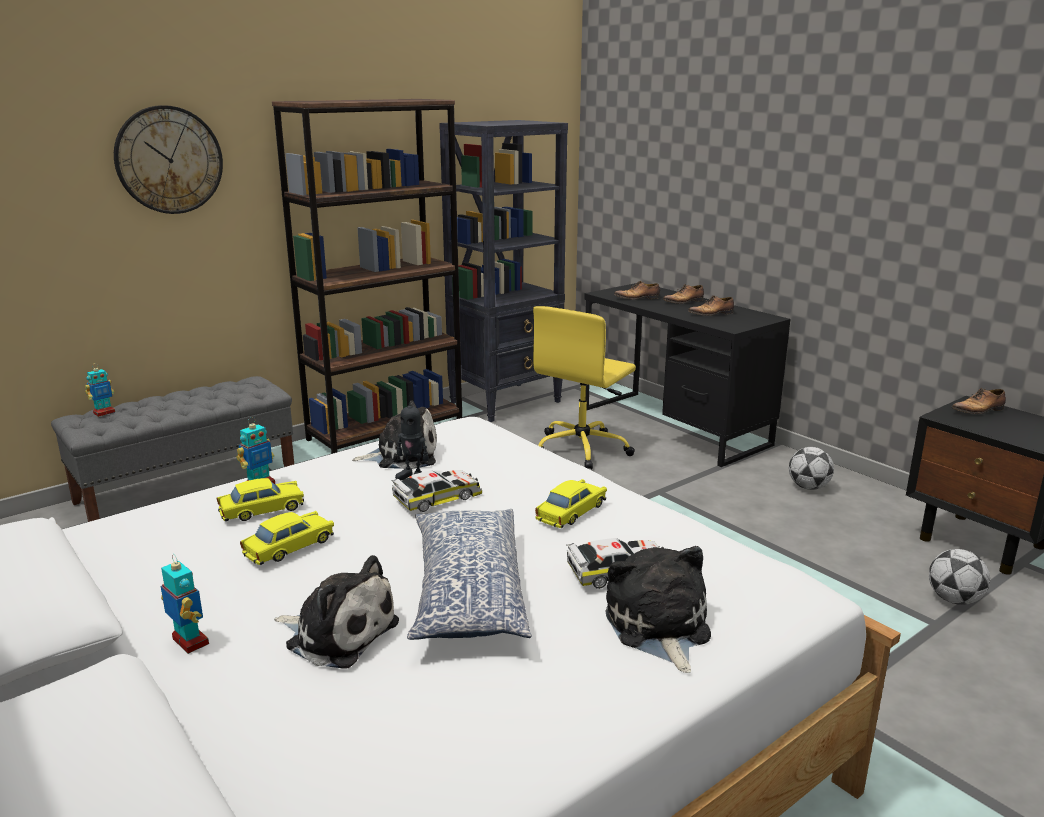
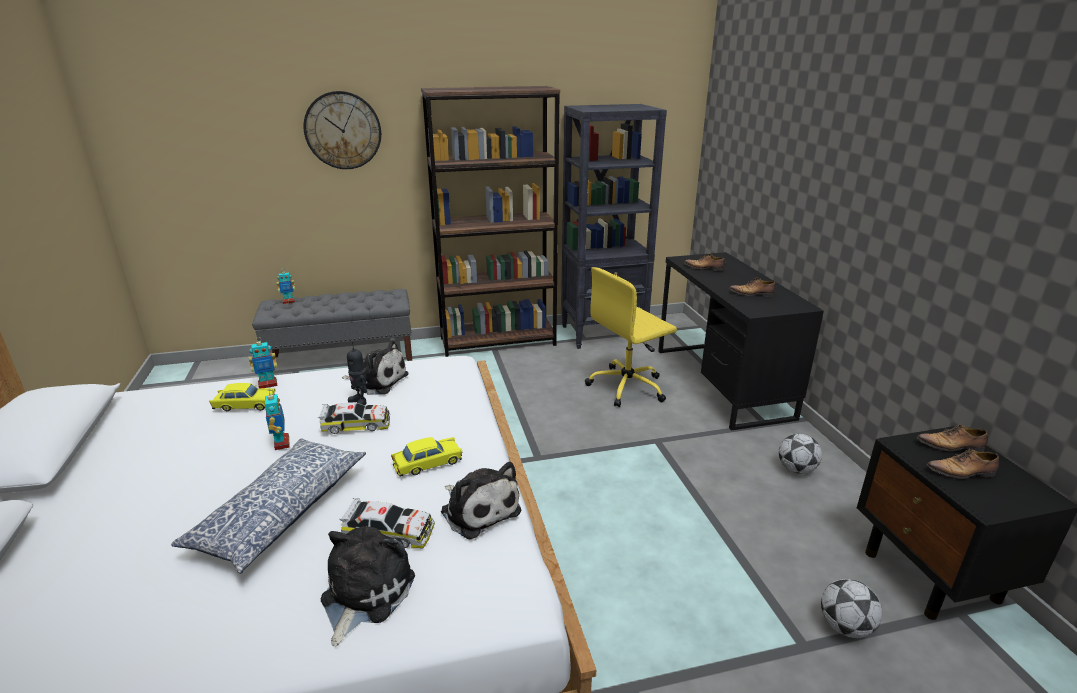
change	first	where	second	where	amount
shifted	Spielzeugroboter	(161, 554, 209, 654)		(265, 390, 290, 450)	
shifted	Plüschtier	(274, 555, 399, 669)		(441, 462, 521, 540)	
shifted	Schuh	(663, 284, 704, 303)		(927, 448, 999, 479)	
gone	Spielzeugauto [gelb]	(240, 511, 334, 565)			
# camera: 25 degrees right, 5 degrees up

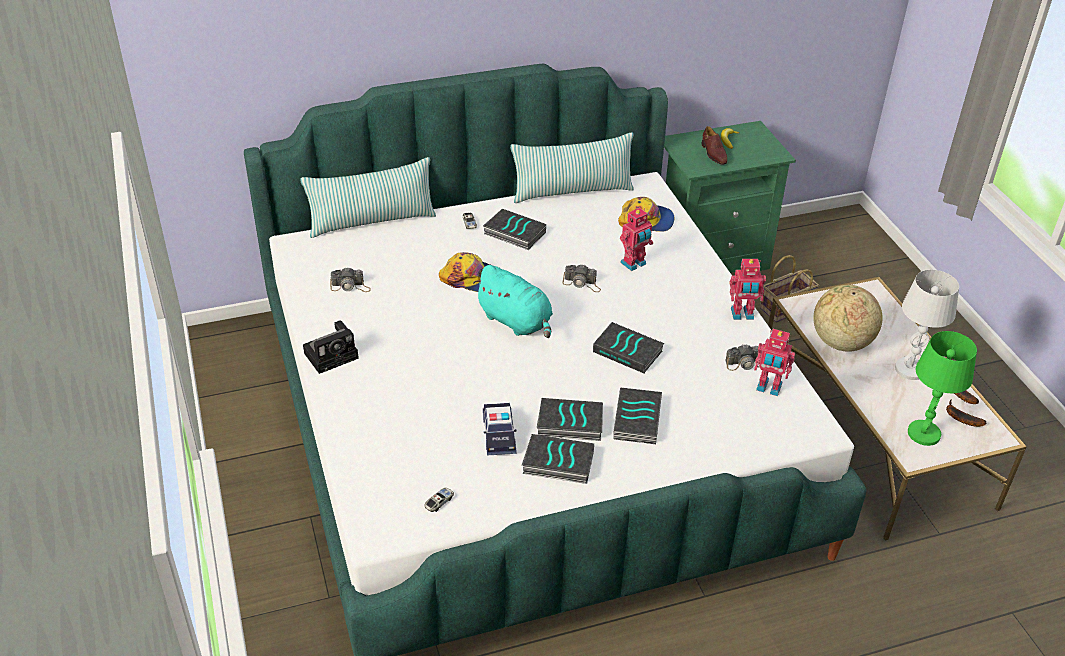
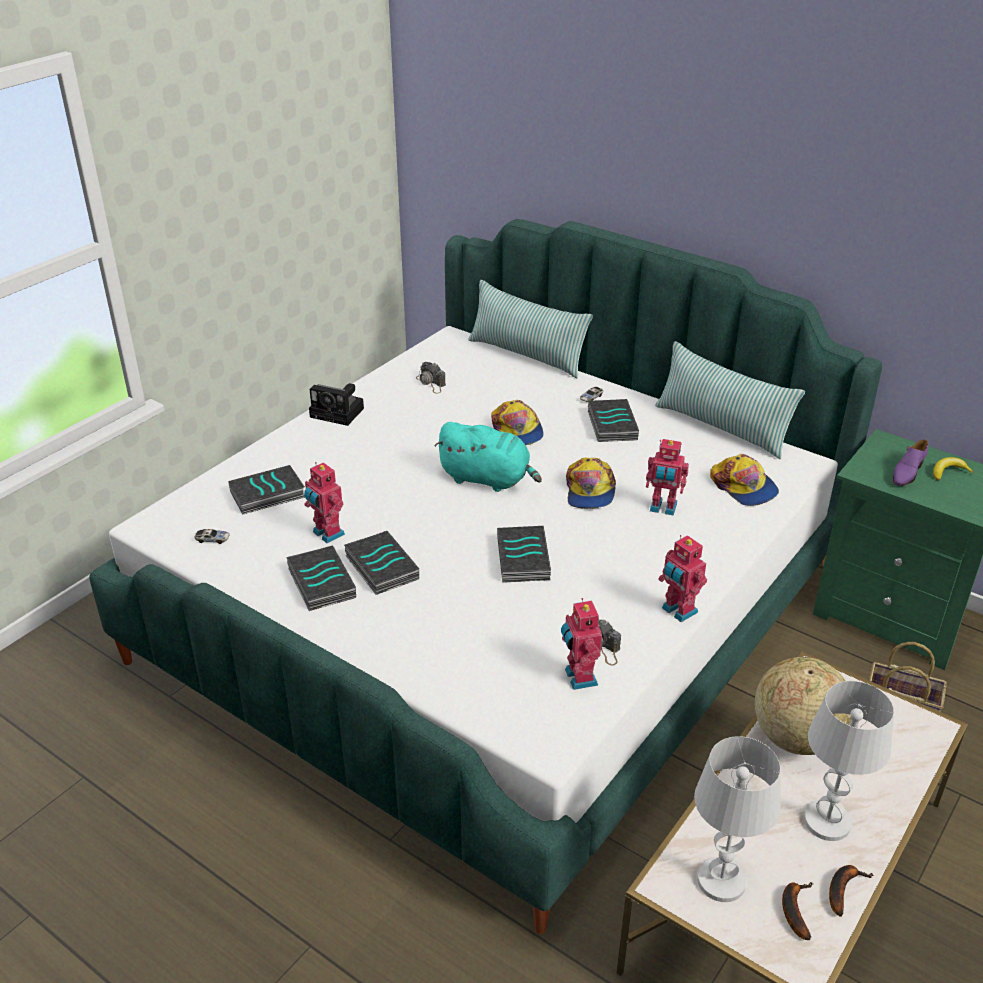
change	first	where	second	where	amount
shifted	Buch	(613, 388, 662, 444)		(228, 465, 305, 515)	
swapped	Spielzeugauto	(483, 403, 517, 456)	Spielzeugroboter	(304, 462, 345, 543)	
rotated	Plüschtier [türkis]	(473, 265, 553, 338)		(435, 422, 542, 492)	75 degrees counterclockwise
swapped	Kamera	(562, 264, 601, 292)	Kappe	(566, 458, 616, 508)	
repainted	Tischlampe [grün]	(908, 331, 977, 446)	Tischlampe [weiß]	(694, 736, 781, 902)	
repainted	Schuh [braun]	(702, 126, 727, 165)	Schuh [lila]	(893, 439, 928, 486)	
# camera: 55 degrees right, 5 degrees down

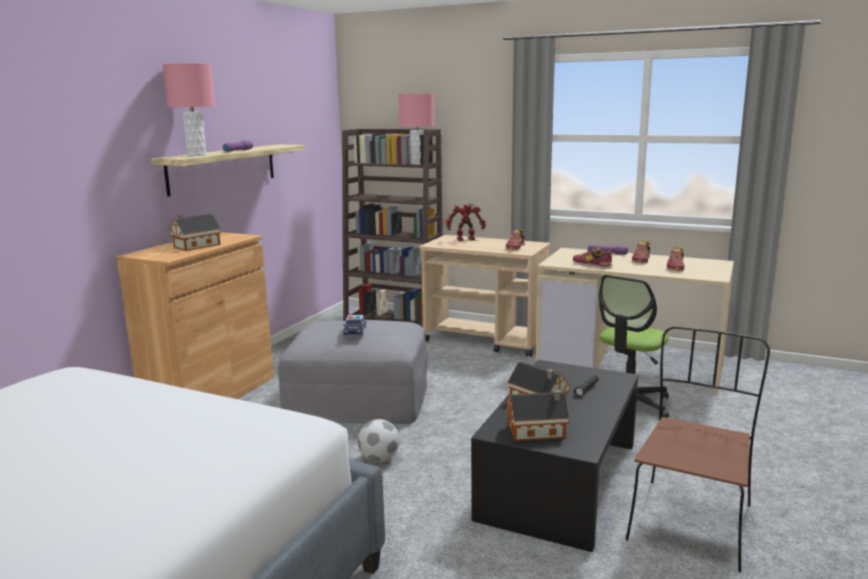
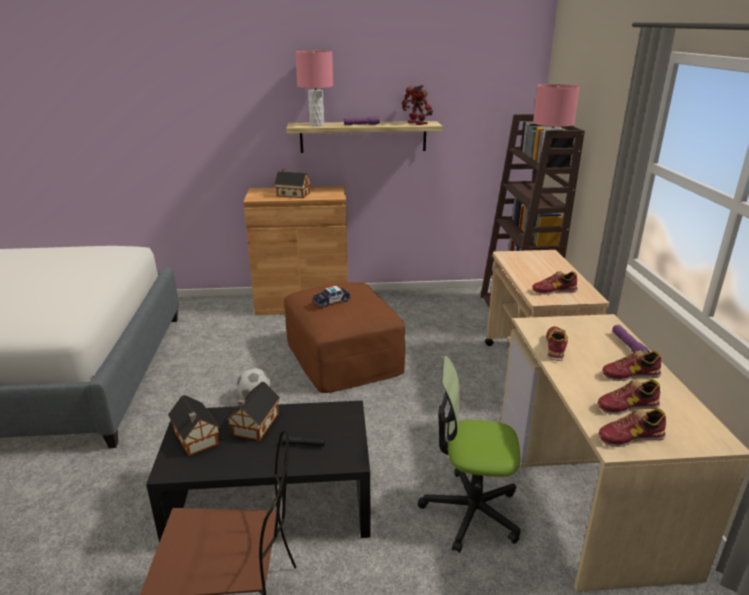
change	first	where	second	where	amount
repainted	Polsterhocker [grau]	(278, 320, 427, 424)	Polsterhocker [braun]	(284, 282, 405, 393)	
shifted	Spielzeugroboter	(445, 201, 486, 241)		(402, 84, 433, 125)	
new			Schuh	(598, 408, 666, 447)	
# camera: 60 degrees right, 10 degrees up

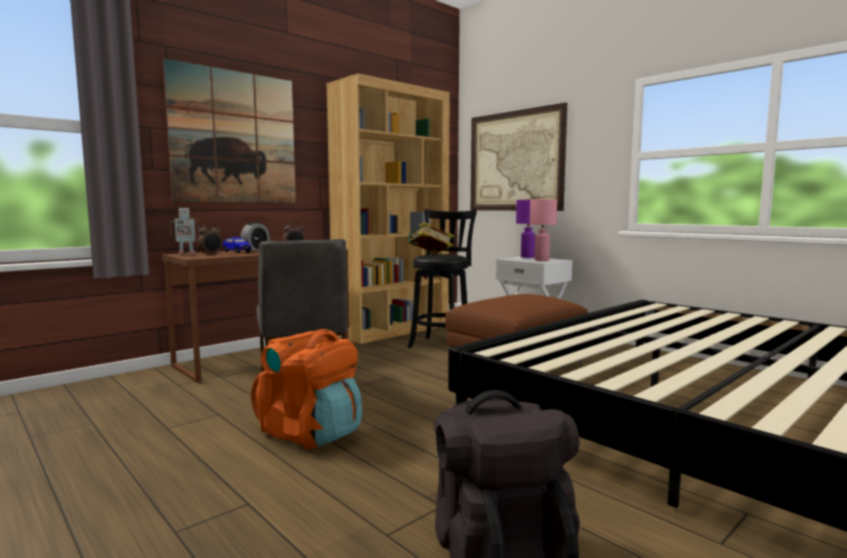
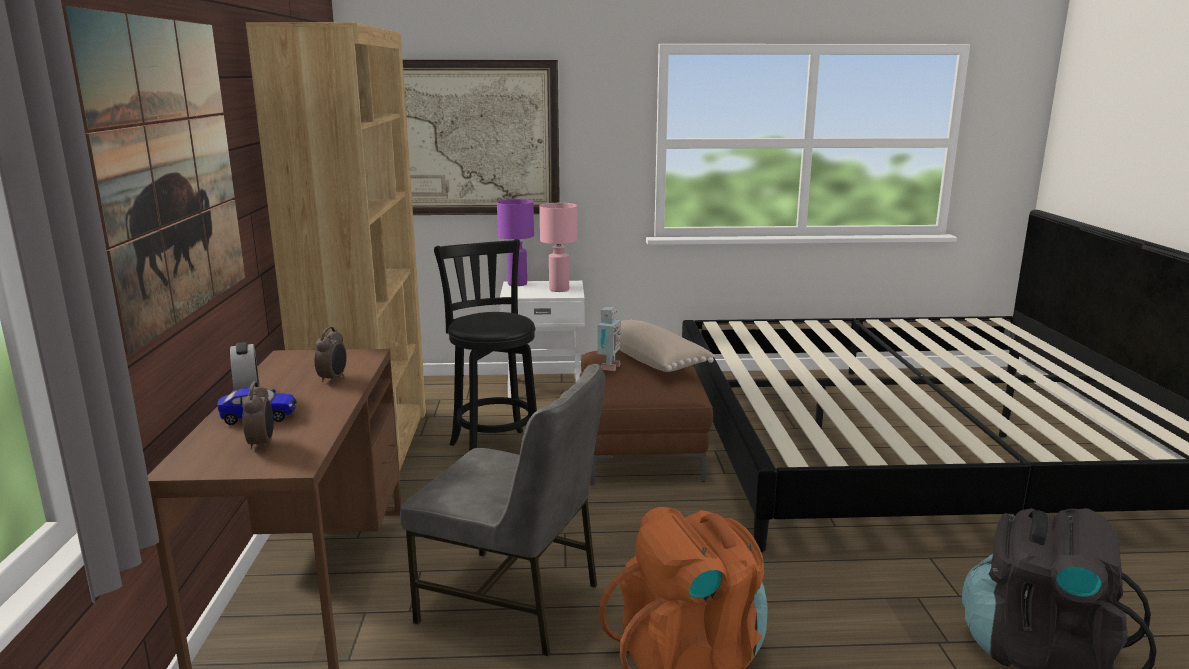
change	first	where	second	where	amount
shifted	Spielzeugroboter	(170, 208, 199, 255)		(598, 307, 622, 371)	
new			Kissen [beige]	(620, 320, 715, 372)	
gone	Buch	(406, 222, 454, 254)			
# camera: 50 degrees left, 10 degrees up

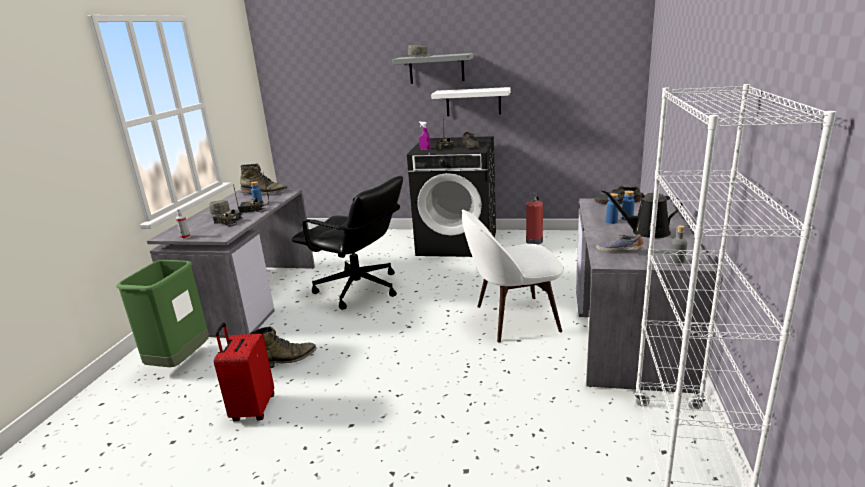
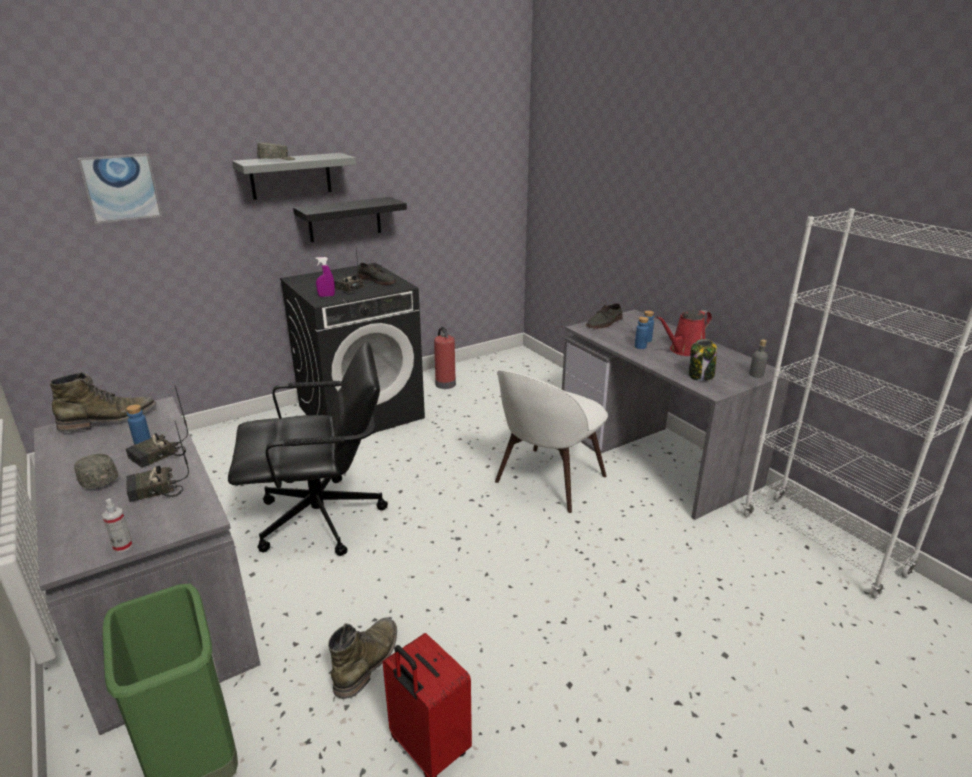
change	first	where	second	where	amount
new			Bild	(78, 154, 162, 224)	
repainted	Wandregal [weiß]	(431, 87, 511, 116)	Wandregal [schwarz]	(293, 197, 407, 243)	
repainted	Gießkanne [schwarz]	(602, 190, 683, 238)	Gießkanne [rot]	(656, 310, 712, 356)	
swapped	Schuh	(596, 234, 644, 252)	Vorratsglas	(689, 339, 717, 381)	
# camera: 45 degrees left, 5 degrees up

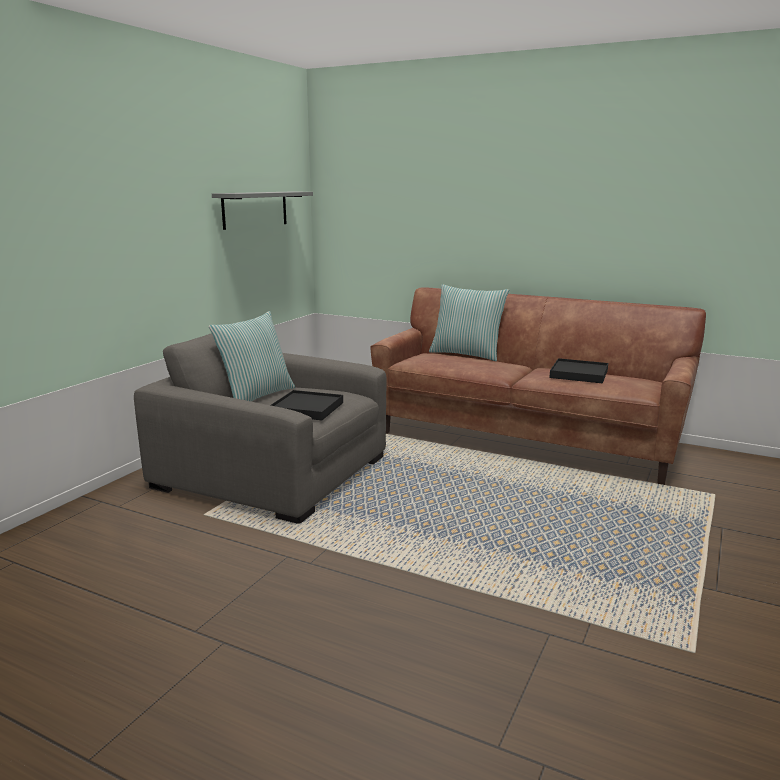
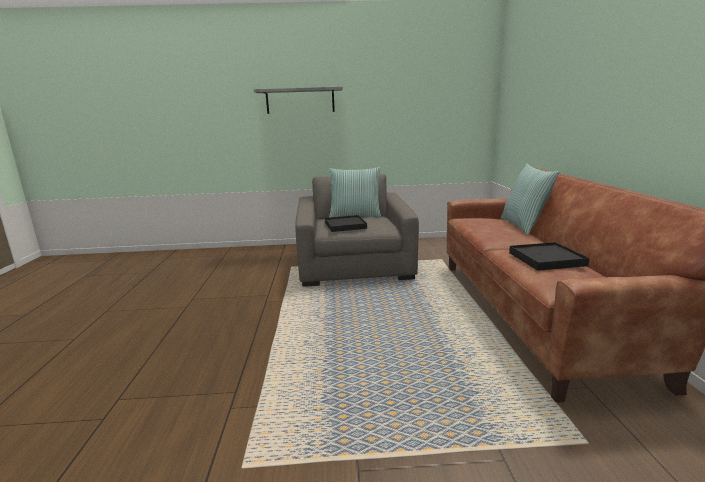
change	first	where	second	where	amount
shifted	Wandregal [grau]	(212, 192, 313, 230)		(254, 87, 343, 114)	
# camera: 60 degrees right, 0 degrees up

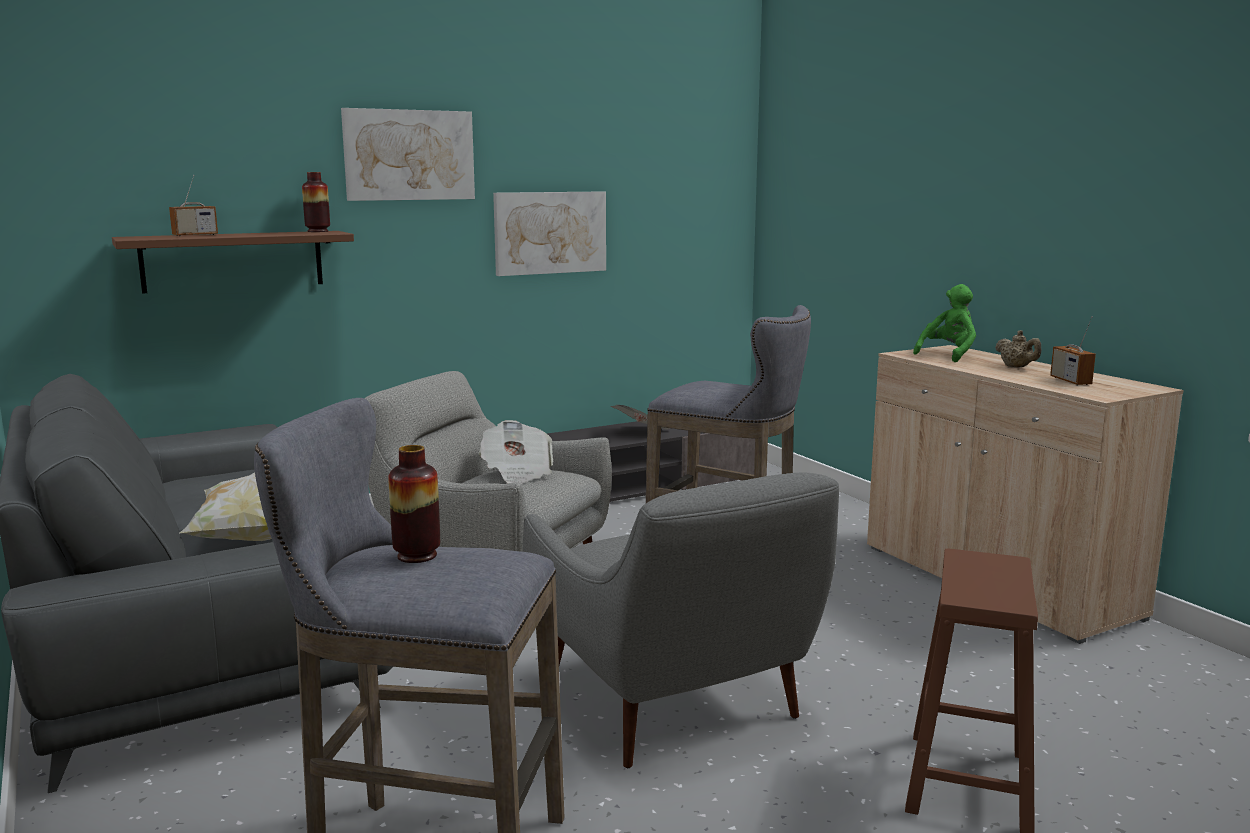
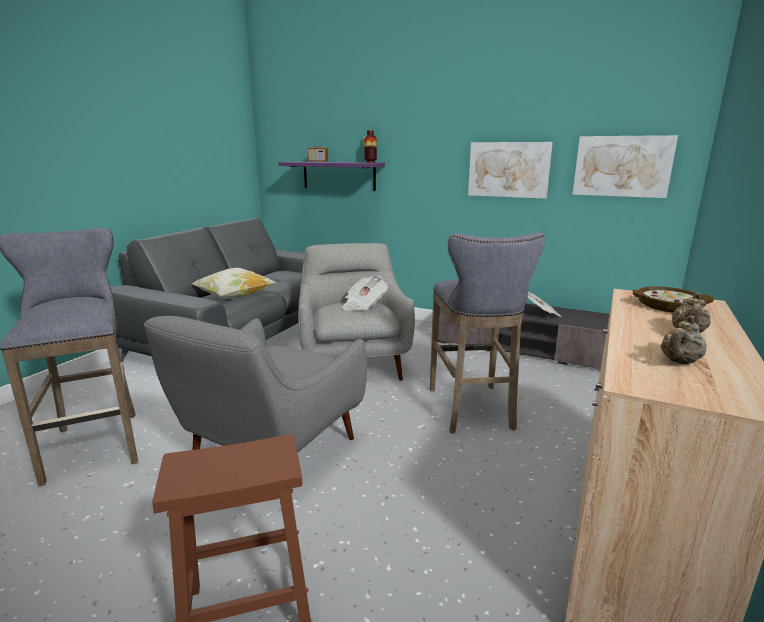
change	first	where	second	where	amount
repainted	Wandregal [braun]	(112, 231, 354, 294)	Wandregal [lila]	(278, 161, 385, 191)	
shifted	Bild	(341, 108, 475, 201)		(572, 135, 678, 198)	
swapped	Plüschtier [grün]	(913, 284, 976, 362)	Schüssel	(632, 286, 714, 313)	
swapped	Radio	(1050, 316, 1096, 385)	Teekanne [beige]	(660, 316, 707, 365)	
gone	Vase	(388, 445, 440, 563)			
# camera: 55 degrees right, 5 degrees up

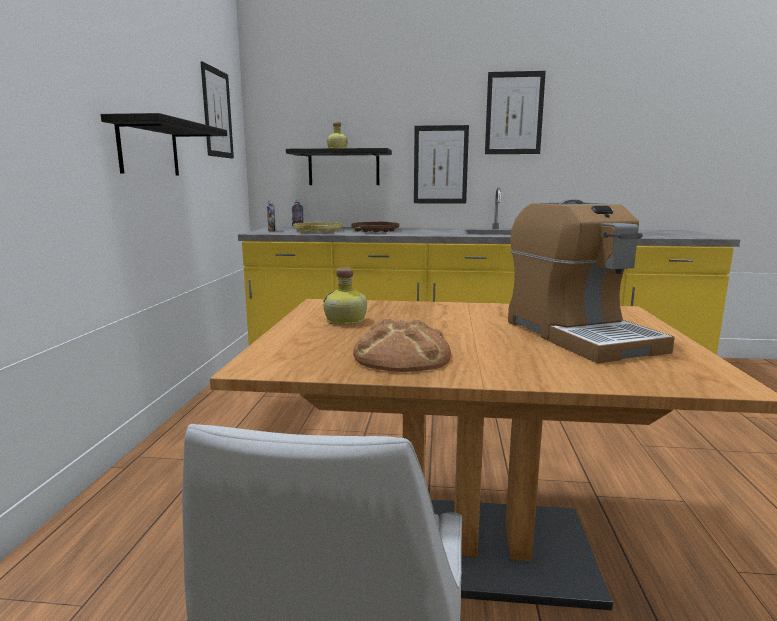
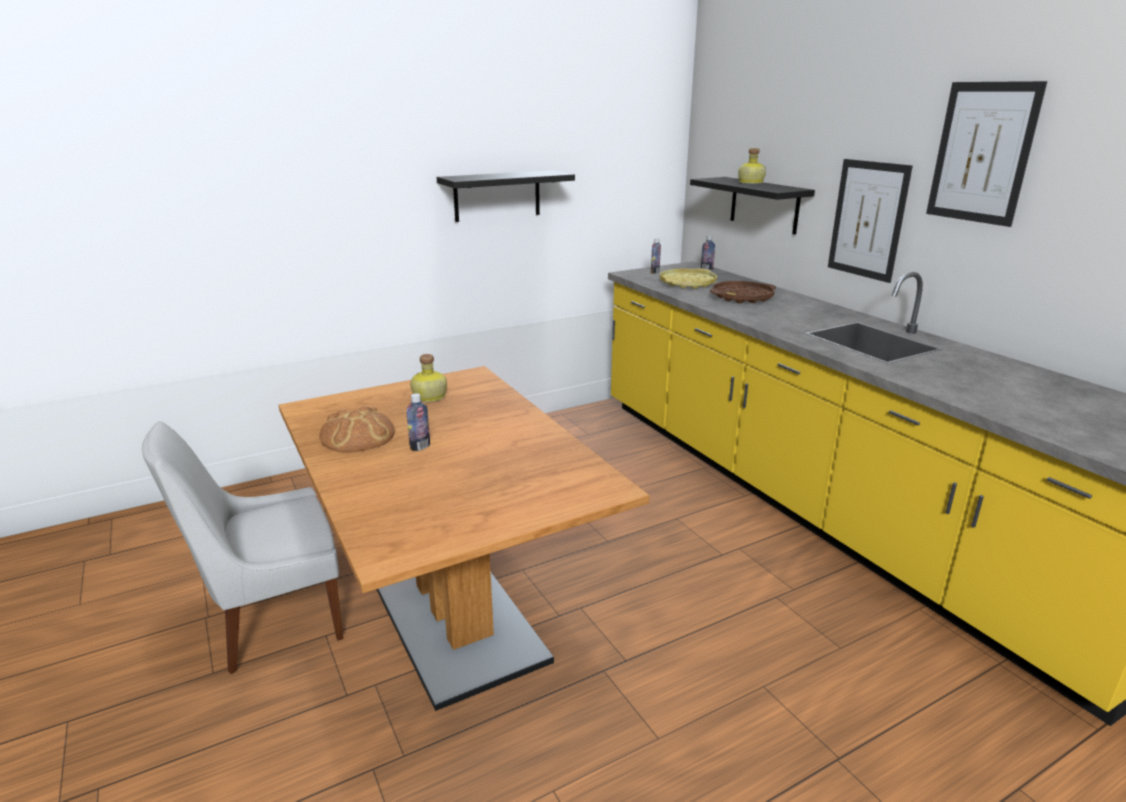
change	first	where	second	where	amount
new			Flasche	(407, 393, 430, 451)	
gone	Bild	(201, 61, 234, 159)			
gone	Kaffeemaschine	(508, 199, 675, 363)			
# camera: 55 degrees right, 10 degrees up

